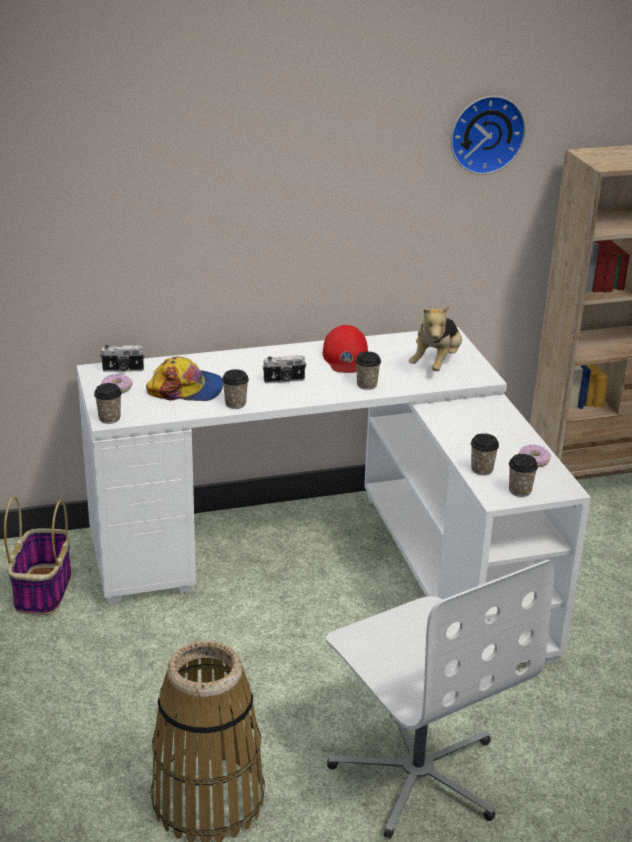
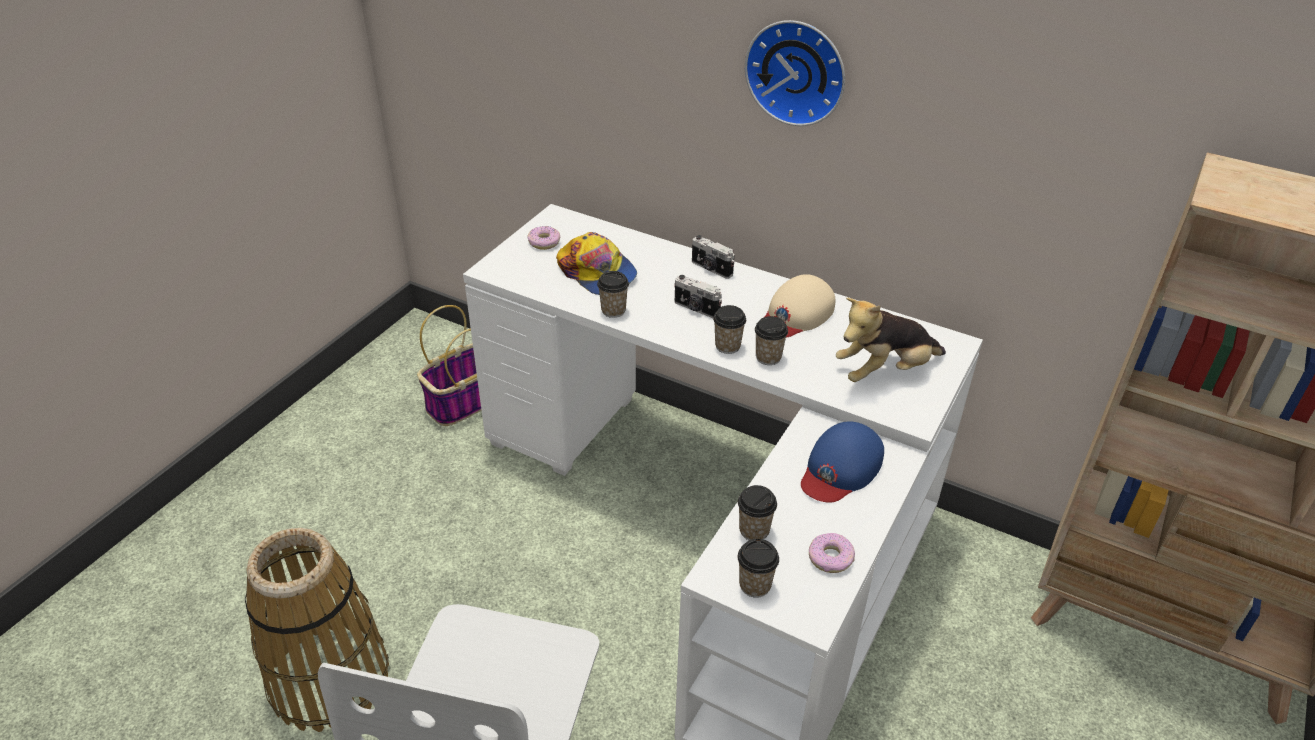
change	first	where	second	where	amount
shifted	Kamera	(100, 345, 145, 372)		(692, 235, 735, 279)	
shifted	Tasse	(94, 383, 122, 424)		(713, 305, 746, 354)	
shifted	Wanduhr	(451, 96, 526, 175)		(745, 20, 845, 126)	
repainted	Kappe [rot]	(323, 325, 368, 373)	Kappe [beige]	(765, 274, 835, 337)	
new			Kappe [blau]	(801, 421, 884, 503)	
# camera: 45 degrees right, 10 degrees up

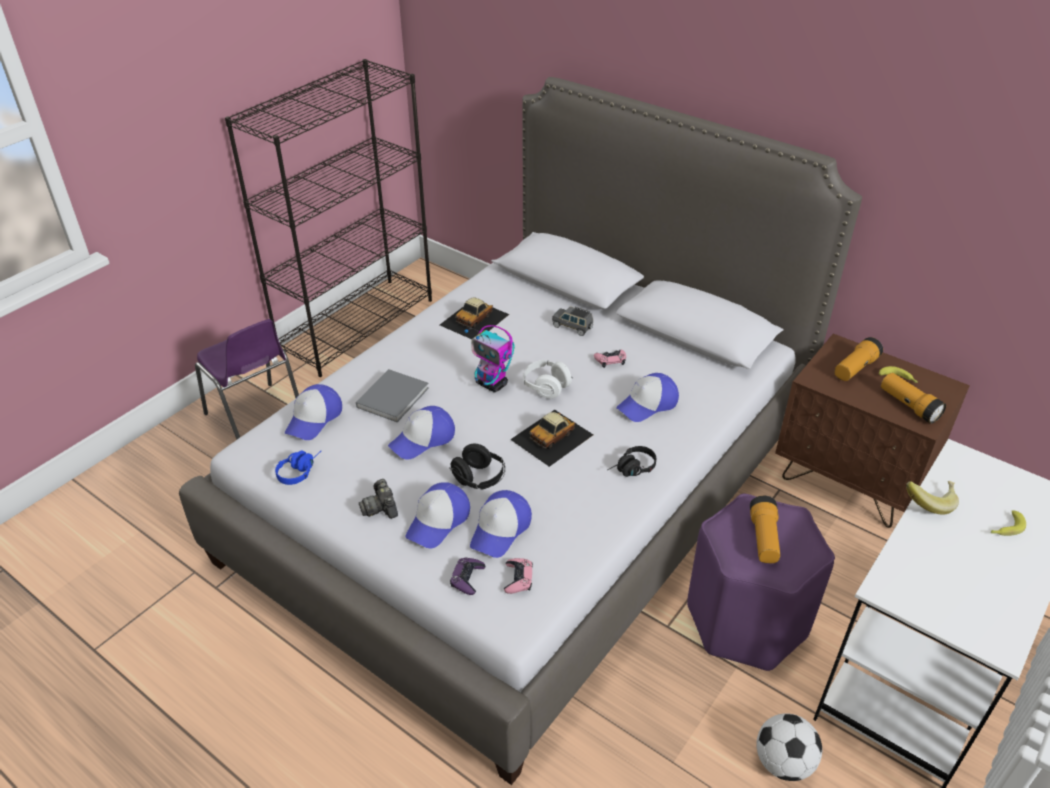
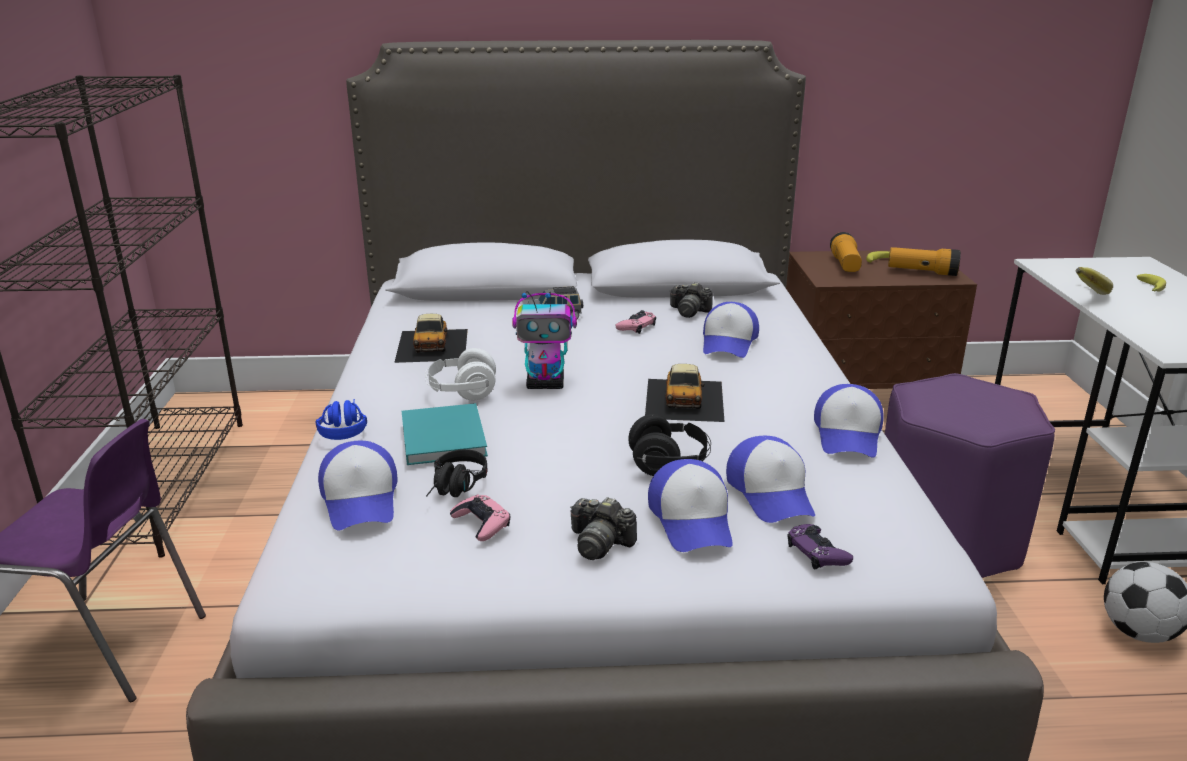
change	first	where	second	where	amount
shifted	Kopfhörer [blau]	(275, 450, 321, 485)		(316, 399, 367, 440)	
repainted	Buch [grau]	(356, 369, 429, 422)	Buch [türkis]	(402, 403, 488, 465)	
shifted	Kopfhörer [weiß]	(523, 360, 572, 399)		(425, 348, 496, 401)	
shifted	Kopfhörer [schwarz]	(608, 446, 656, 477)		(426, 449, 488, 497)	
shifted	Gamepad [rosa]	(504, 558, 533, 594)		(450, 495, 510, 541)	
new			Kamera	(670, 282, 713, 318)	
shifted	Kappe	(388, 406, 455, 460)		(814, 384, 884, 458)	
gone	Taschenlampe	(750, 496, 780, 563)			
# camera: 40 degrees left, 15 degrees down

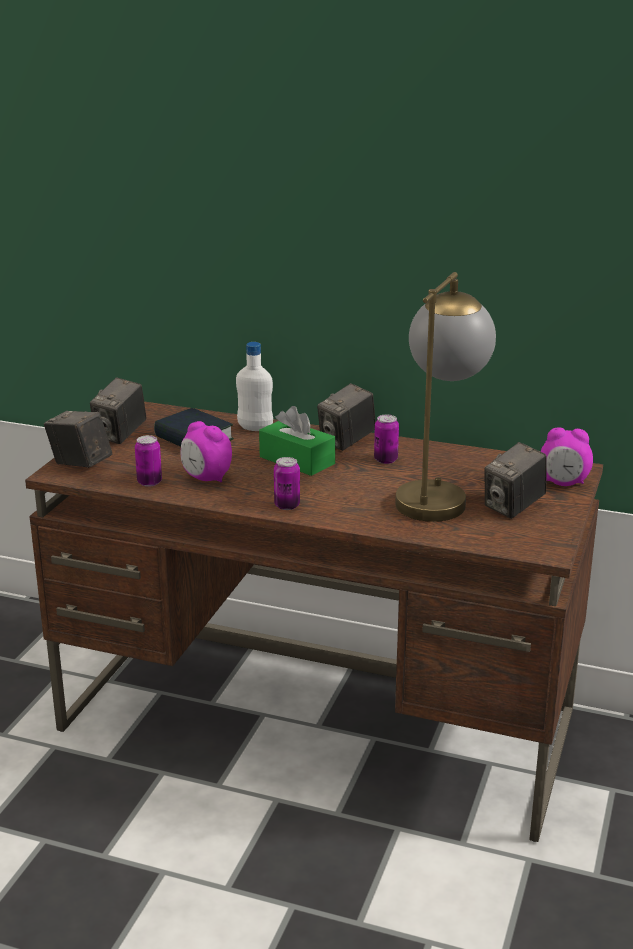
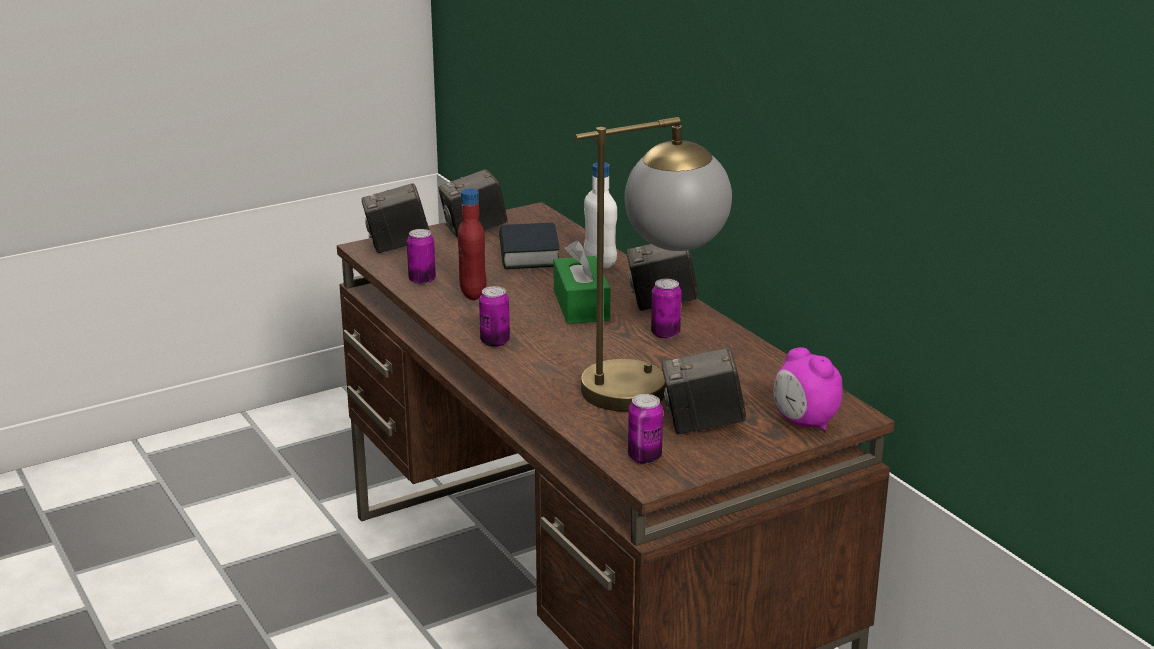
change	first	where	second	where	amount
rotated	Kamera	(44, 411, 112, 468)		(362, 183, 429, 253)	90 degrees counterclockwise
swapped	Wecker	(180, 421, 232, 482)	Flasche [rot]	(458, 188, 487, 300)	
new			Dose	(628, 394, 663, 464)	
# camera: 40 degrees right, 0 degrees up

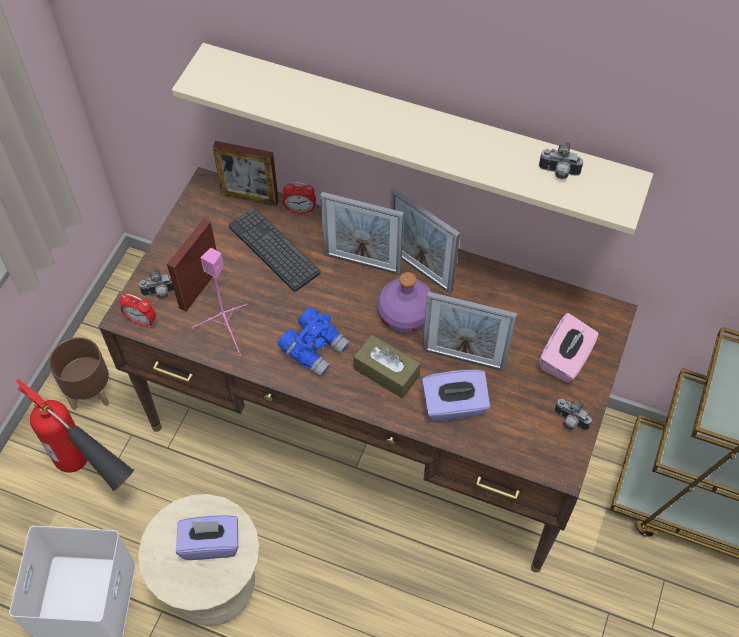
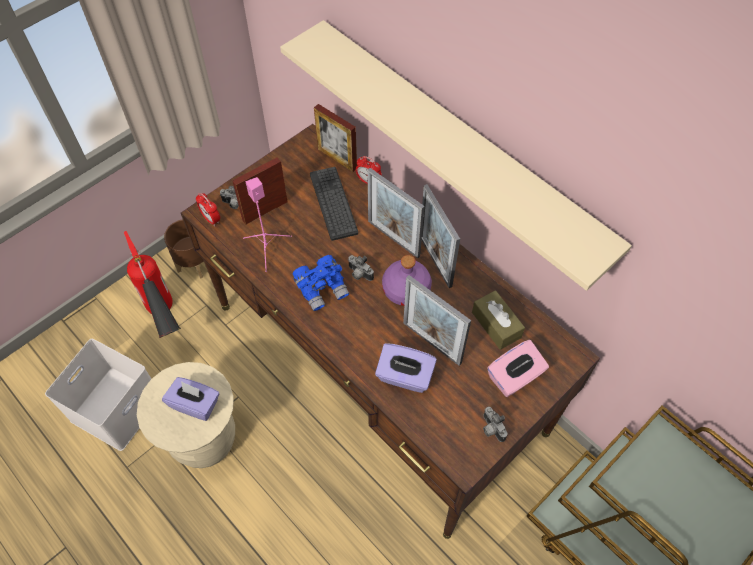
change	first	where	second	where	amount
shifted	Kamera	(539, 142, 583, 179)		(348, 255, 374, 281)	
shifted	Taschentuchbox [braun]	(354, 335, 421, 398)		(472, 290, 525, 350)	
# camera: 25 degrees right, 0 degrees up

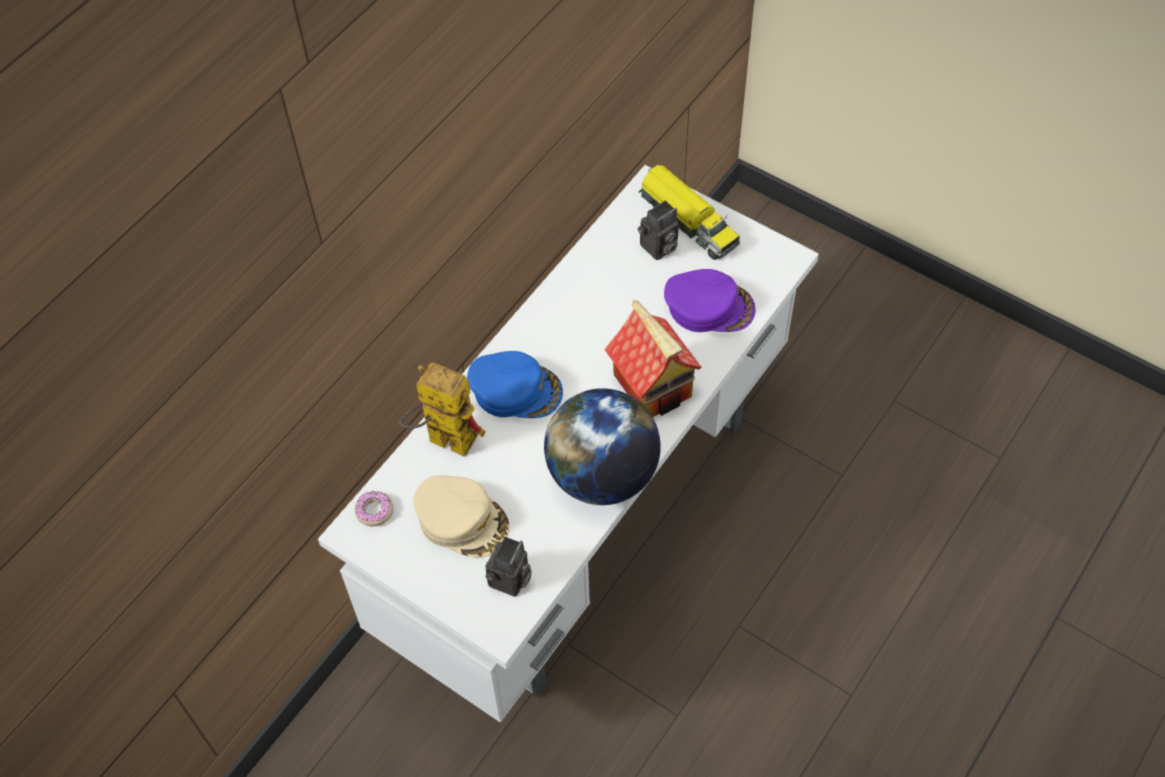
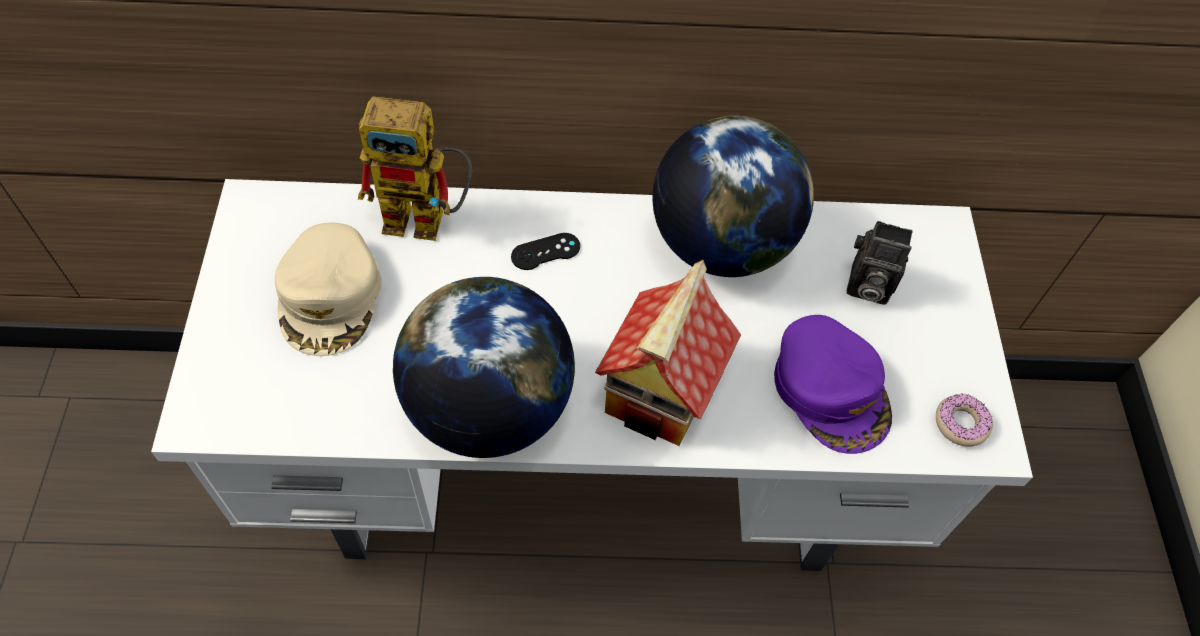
change	first	where	second	where	amount
rotated	Spielzeugroboter	(399, 362, 486, 457)		(358, 97, 472, 241)	105 degrees clockwise
swapped	Kappe [blau]	(467, 351, 563, 418)	Gamepad [schwarz]	(511, 233, 580, 270)	
new			Globus	(653, 116, 814, 277)	
shifted	Donut	(355, 491, 393, 526)		(936, 393, 993, 447)	
gone	Kamera	(485, 537, 532, 597)			
gone	Spielzeuglaster	(639, 165, 740, 260)			
# camera: 50 degrees right, 0 degrees up

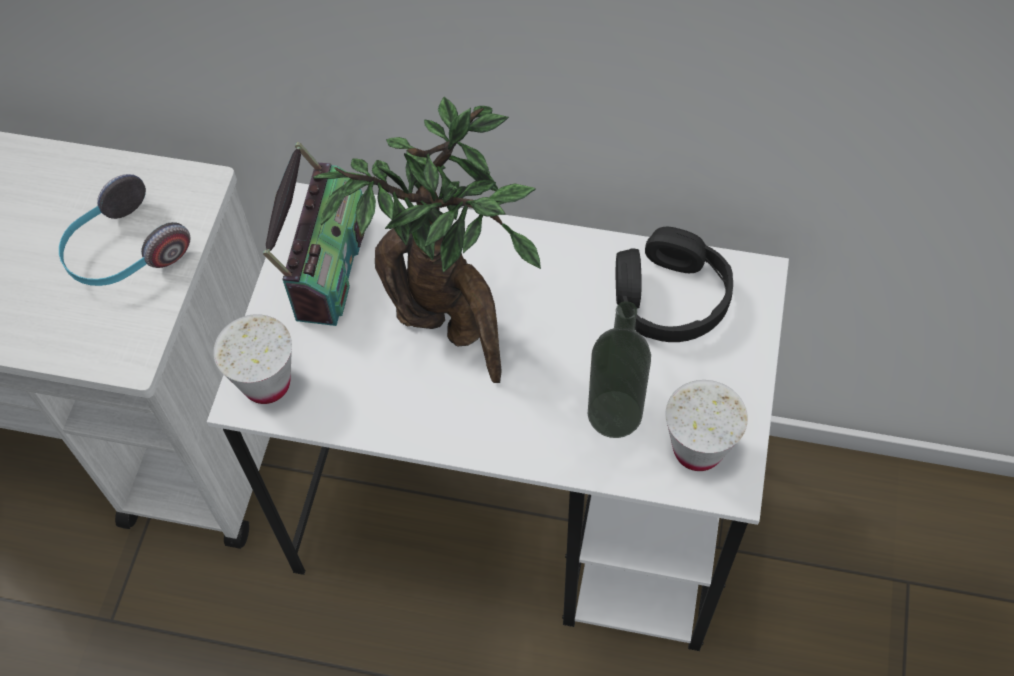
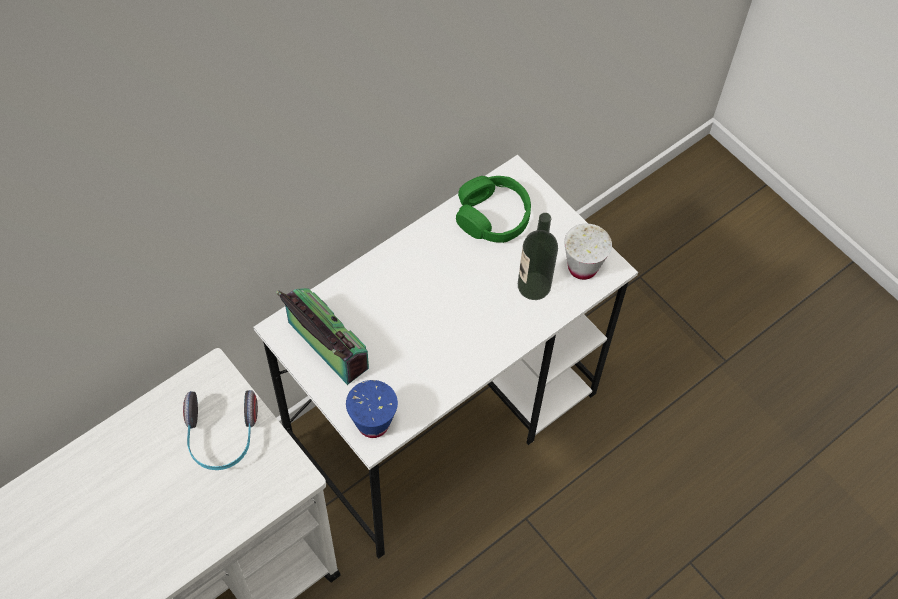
change	first	where	second	where	amount
repainted	Tasse [weiß]	(213, 314, 292, 404)	Tasse [blau]	(346, 380, 398, 438)	
repainted	Kopfhörer [schwarz]	(616, 227, 733, 342)	Kopfhörer [grün]	(456, 176, 531, 243)	
gone	Topfpflanze	(313, 97, 541, 383)			
# camera: 55 degrees left, 0 degrees up

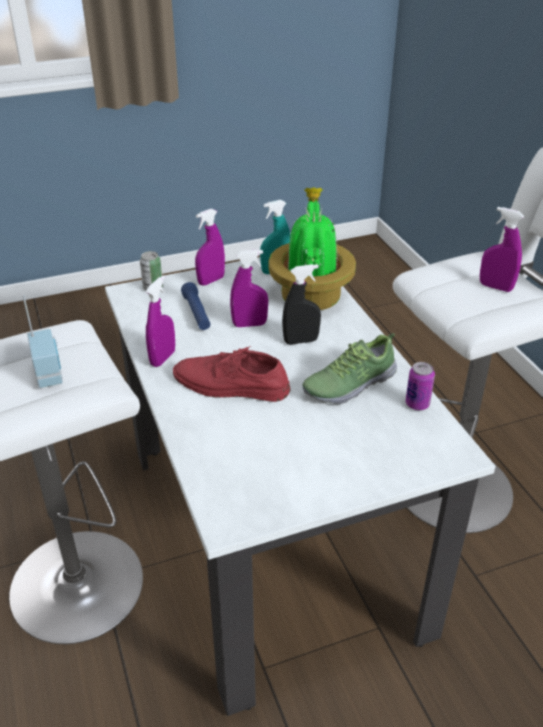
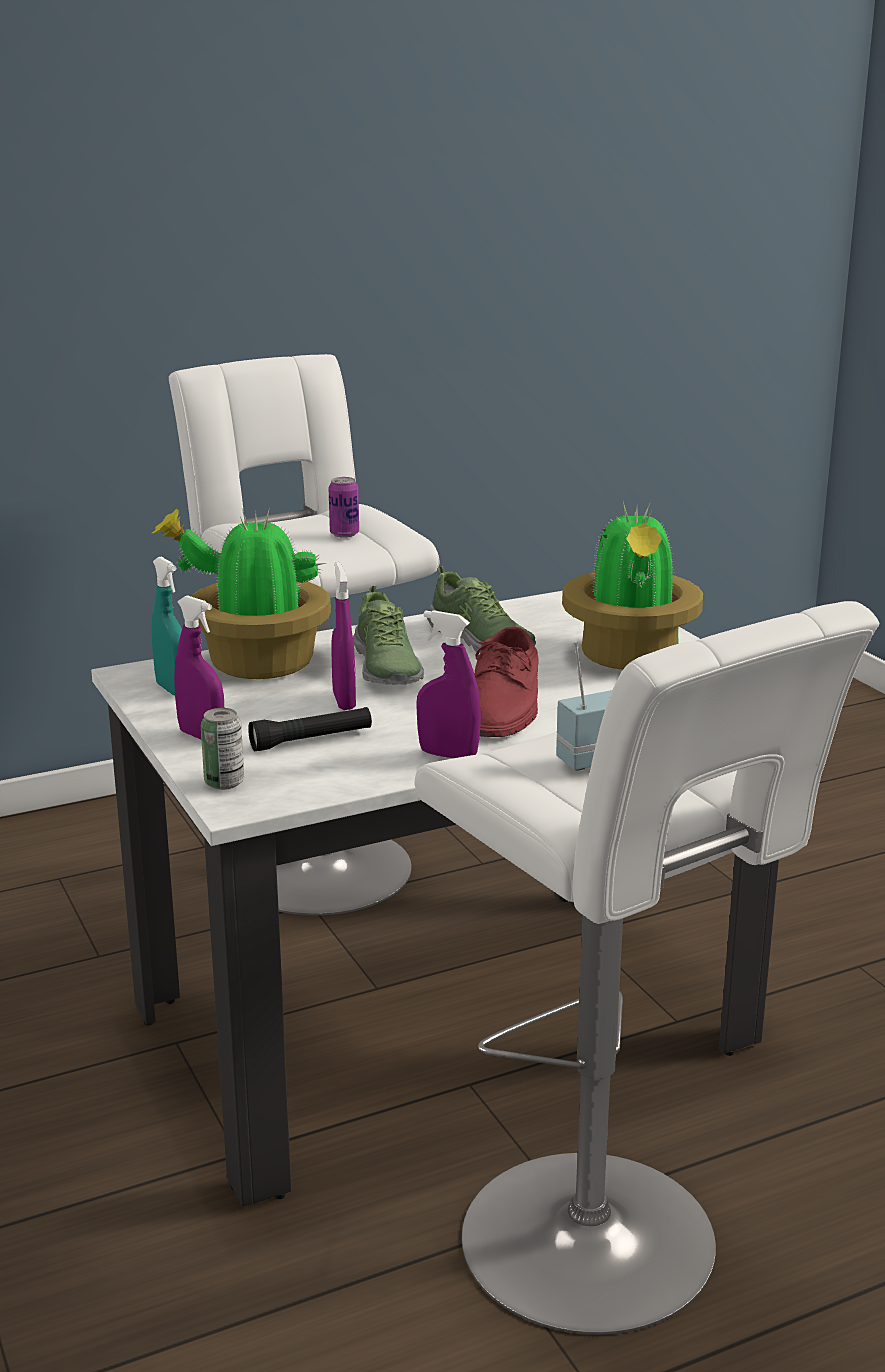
change	first	where	second	where	amount
repainted	Taschenlampe [blau]	(181, 282, 210, 330)	Taschenlampe [schwarz]	(248, 707, 372, 751)	
shifted	Dose	(405, 362, 435, 410)		(329, 477, 359, 538)	
swapped	Sprühflasche [schwarz]	(282, 264, 321, 345)	Schuh	(353, 586, 424, 685)	
new			Topfpflanze	(562, 501, 703, 670)	
gone	Sprühflasche [lila]	(480, 207, 524, 292)			
# camera: 95 degrees left, 15 degrees down

